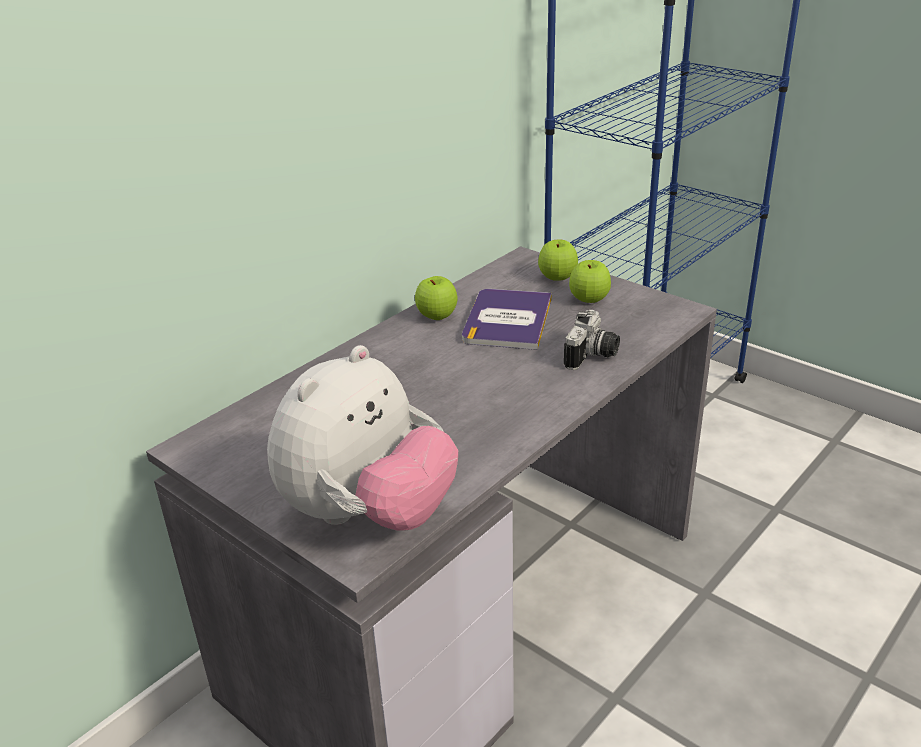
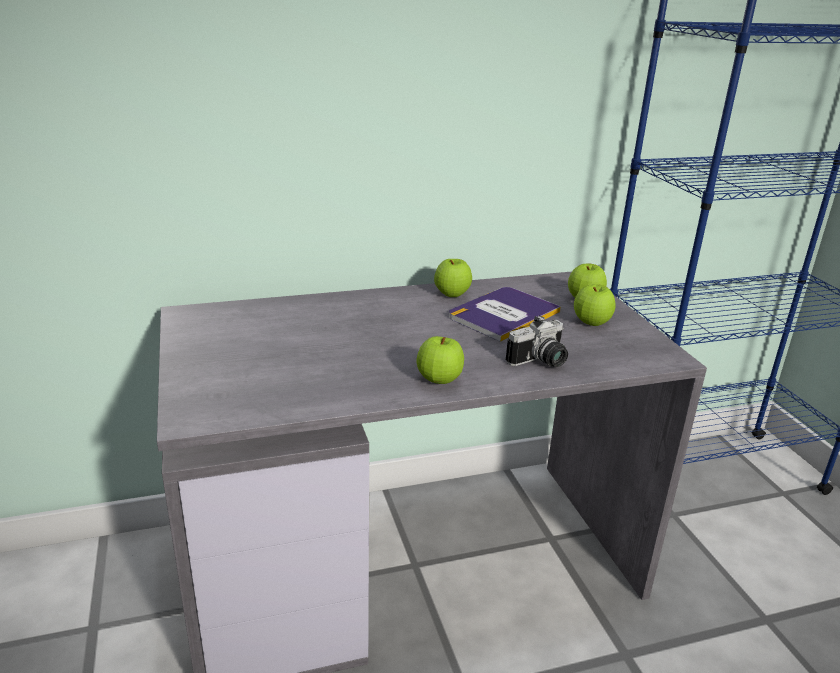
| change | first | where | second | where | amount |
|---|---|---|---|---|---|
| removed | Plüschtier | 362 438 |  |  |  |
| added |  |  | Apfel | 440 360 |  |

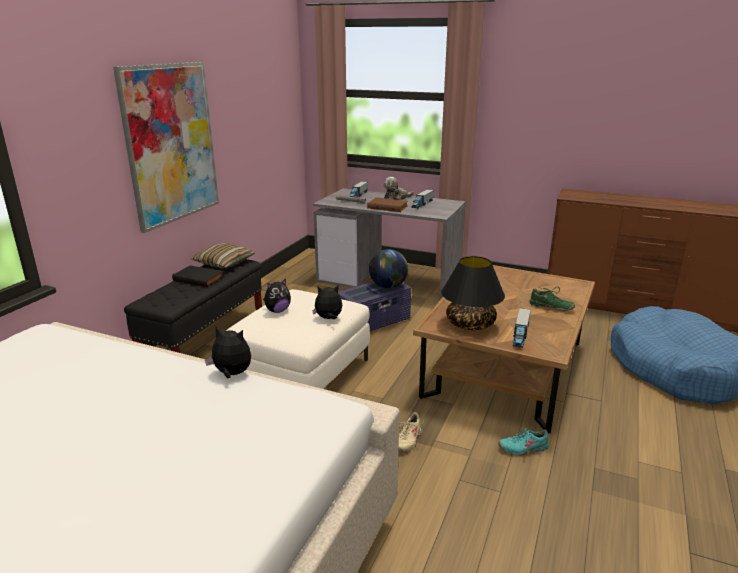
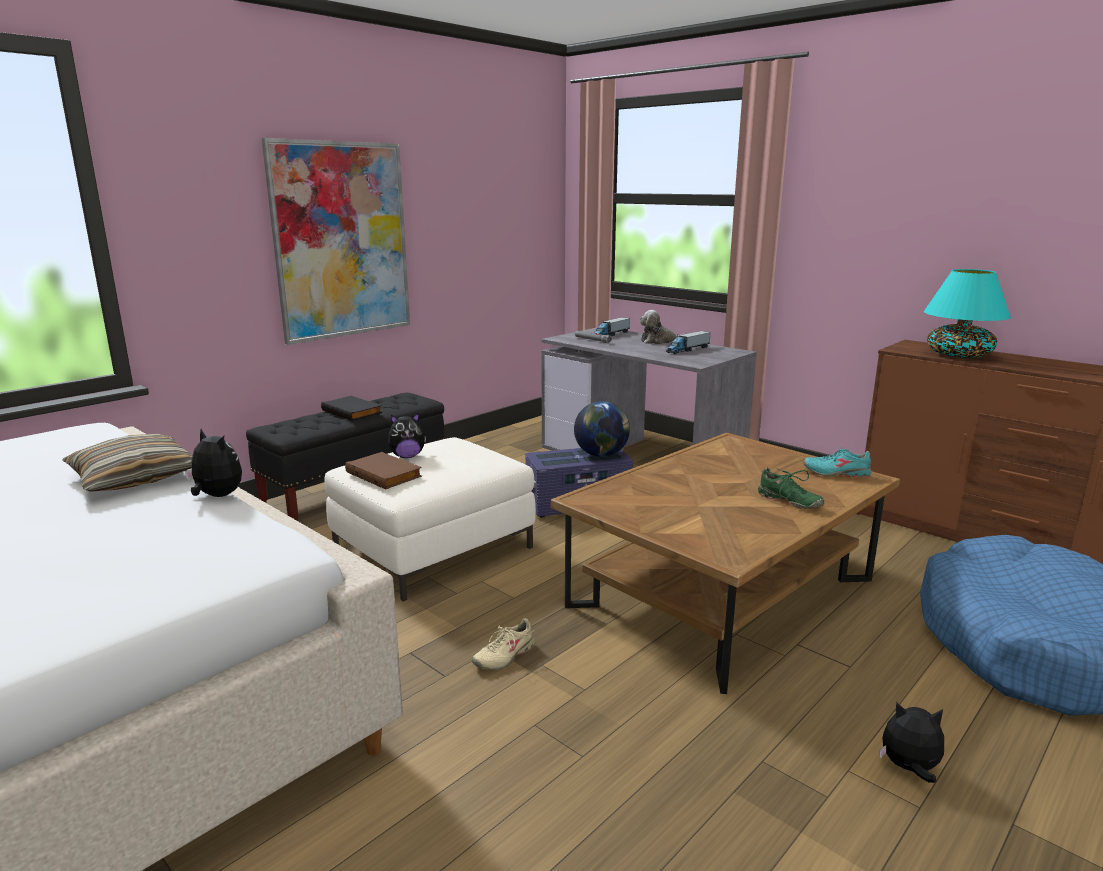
| change | first | where | second | where | amount |
|---|---|---|---|---|---|
| removed | Tischlampe [schwarz] | 473 293 |  |  |  |
| removed | Spielzeuglaster | 521 328 |  |  |  |
| added |  |  | Tischlampe [türkis] | 967 313 |  |
| moved | Kissen | 222 255 |  | 127 463 |  |
| moved | Plüschtier | 327 302 |  | 912 742 |  |
| moved | Buch [braun] | 387 205 |  | 383 470 |  |
| moved | Schuh [türkis] | 523 441 |  | 837 462 |  |

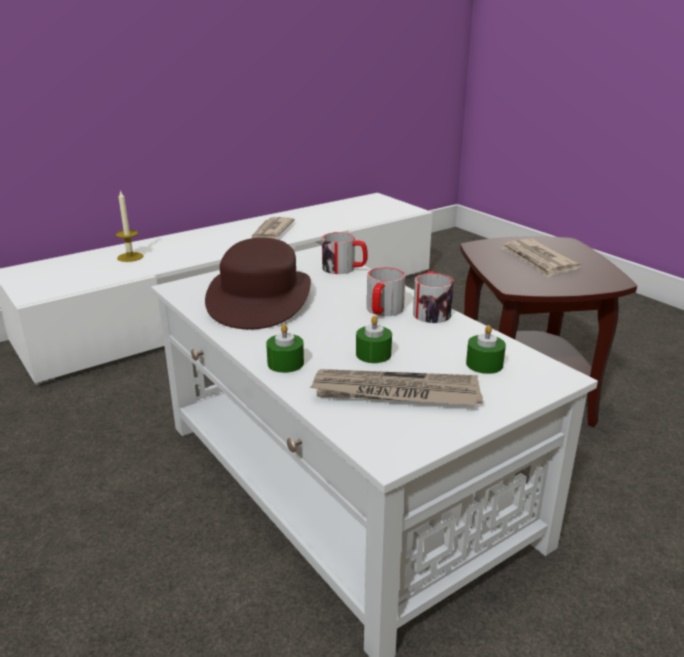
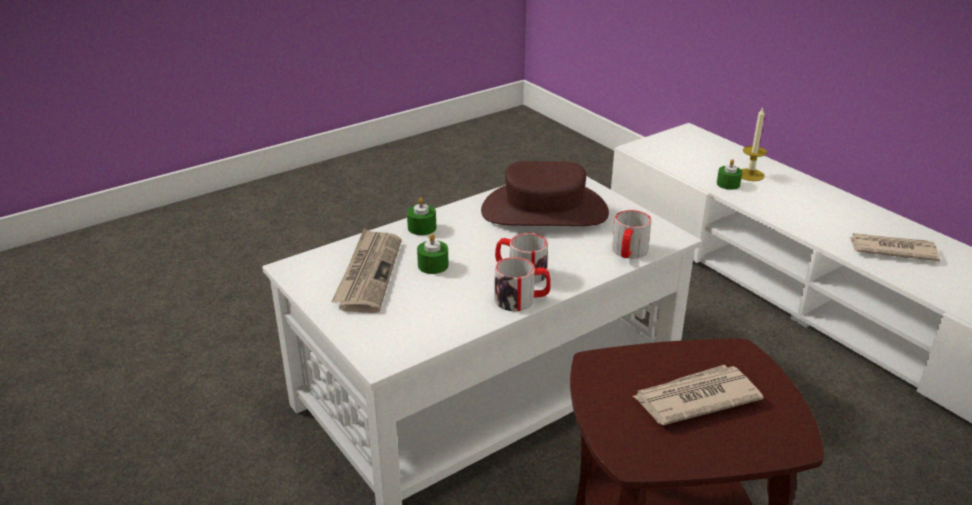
| change | first | where | second | where | amount |
|---|---|---|---|---|---|
| moved | Kerze [grün] | 486 349 |  | 729 174 |  |

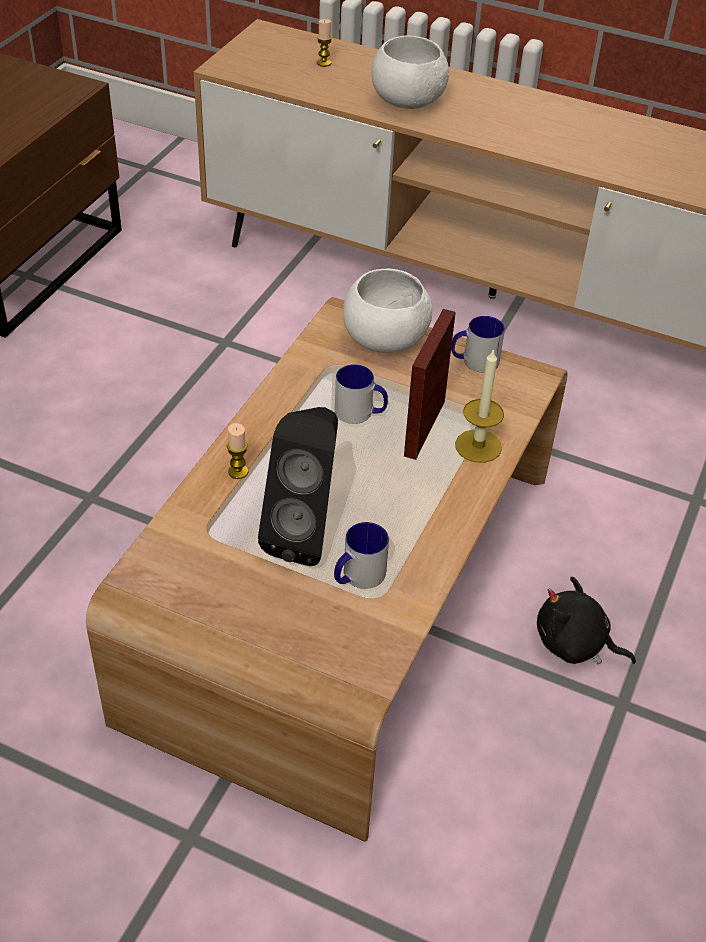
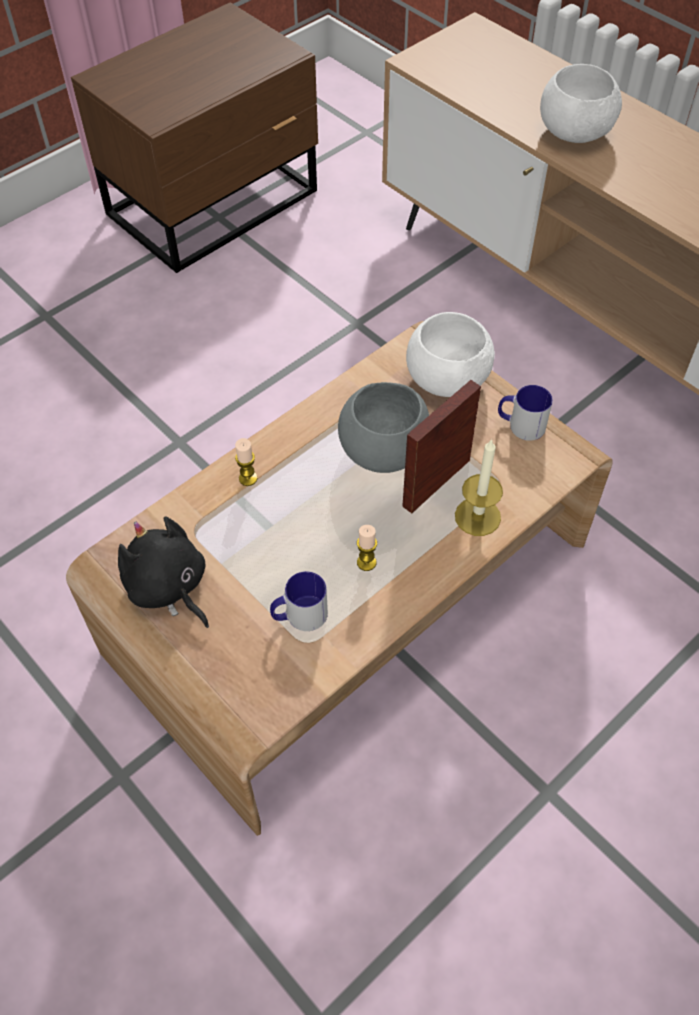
| change | first | where | second | where | amount |
|---|---|---|---|---|---|
| removed | Lautsprecher [schwarz] | 298 486 |  |  |  |
| moved | Kerze | 324 43 |  | 367 548 |  |
| moved | Plüschtier [schwarz] | 586 620 |  | 163 572 |  |
| replaced | Henkelbecher | 361 394 | Schüssel [grau] | 383 427 |  |

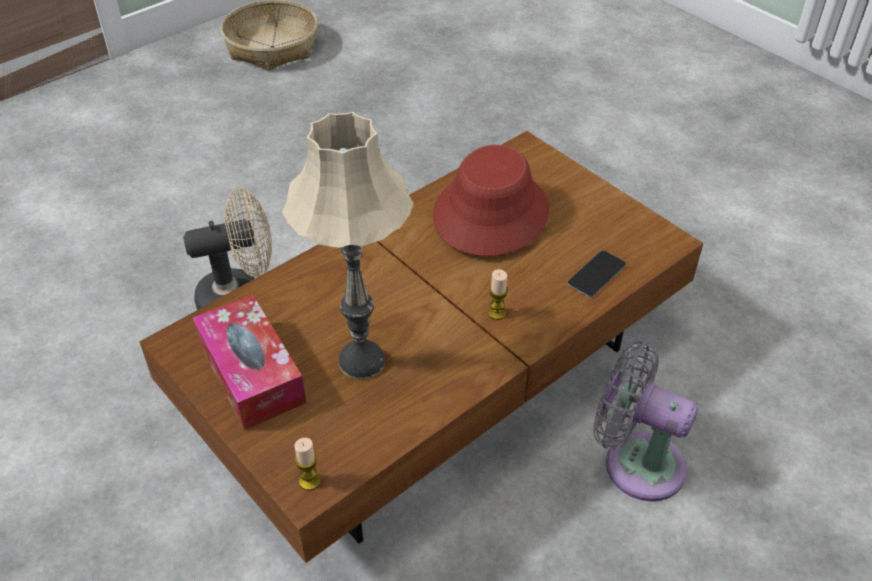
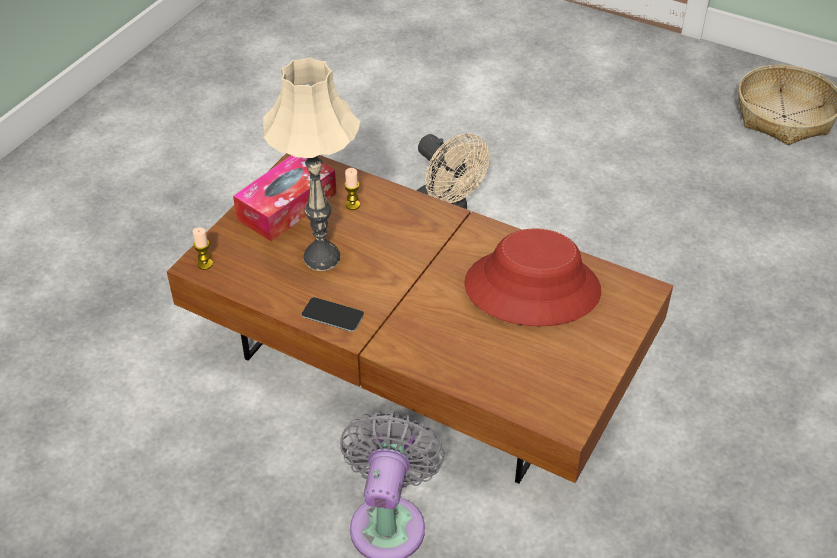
| change | first | where | second | where | amount |
|---|---|---|---|---|---|
| moved | Kerze | 498 294 |  | 352 189 |  |
| moved | Handy | 597 274 |  | 333 314 |  |

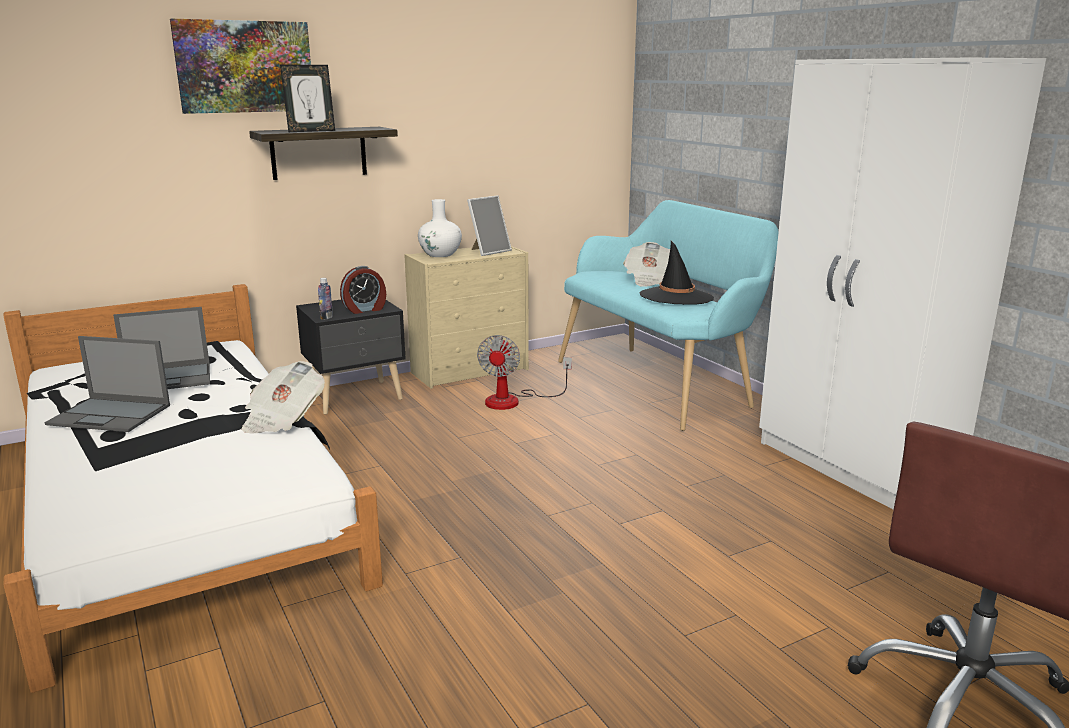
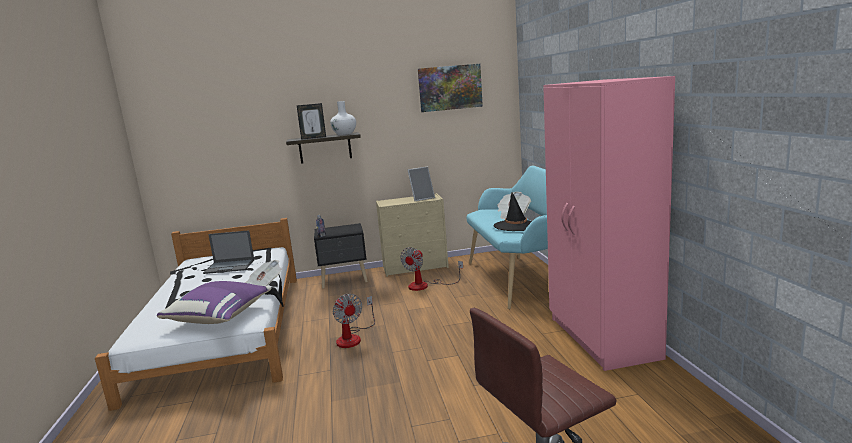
| change | first | where | second | where | amount |
|---|---|---|---|---|---|
| removed | Laptop | 107 384 |  |  |  |
| removed | Wecker | 363 290 |  |  |  |
| added |  |  | Kissen [lila] | 214 302 |  |
| added |  |  | Ventilator | 354 321 |  |
| moved | Bild | 240 66 |  | 450 88 |  |
| moved | Vase [weiß] | 440 228 |  | 343 118 |  |
| recoloured | Kleiderschrank [weiß] | 902 283 | Kleiderschrank [rosa] | 609 223 |  |

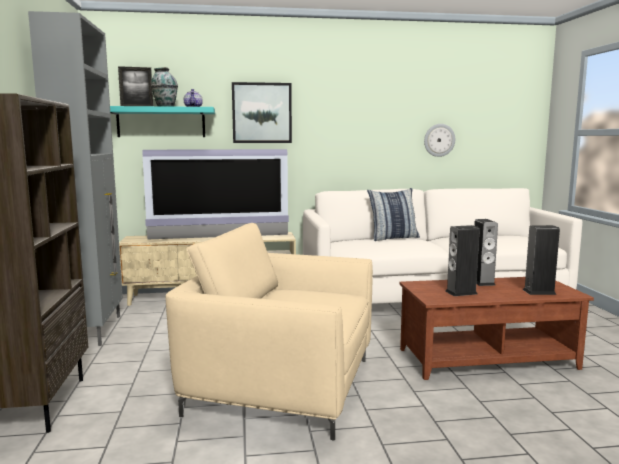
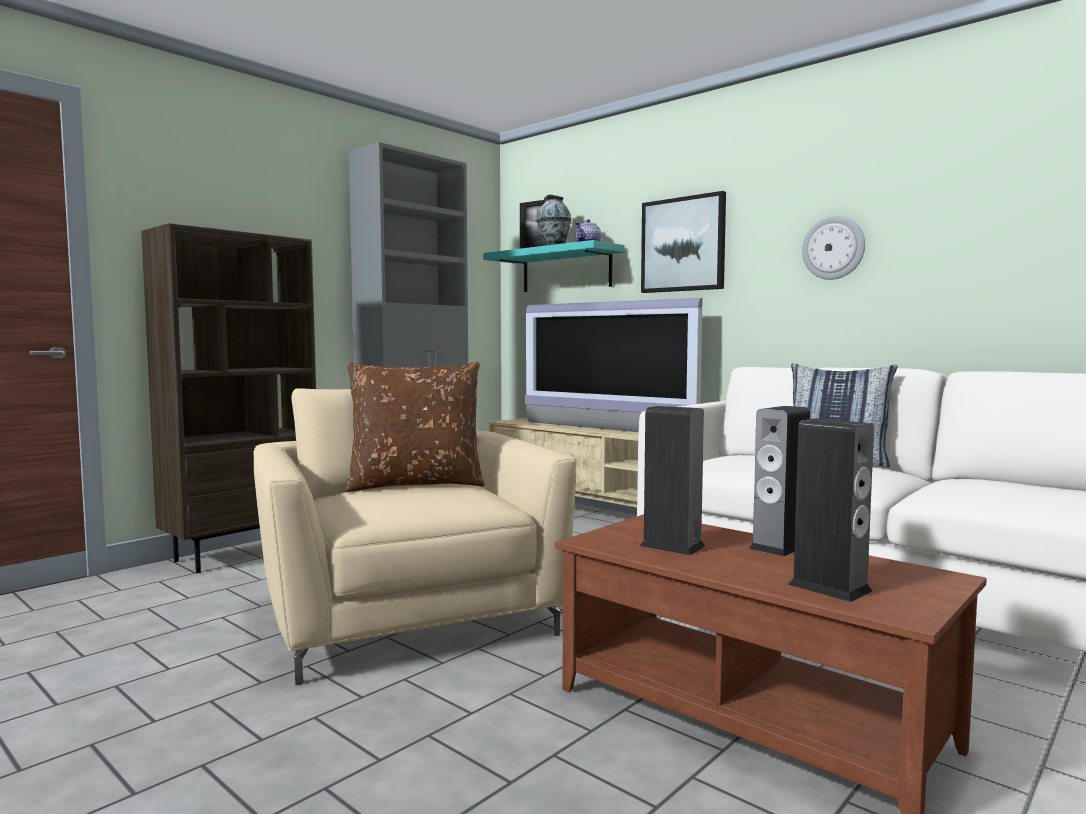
| change | first | where | second | where | amount |
|---|---|---|---|---|---|
| added |  |  | Kissen [braun] | 415 427 |  |
| moved | Wanduhr | 439 140 |  | 833 248 |  |

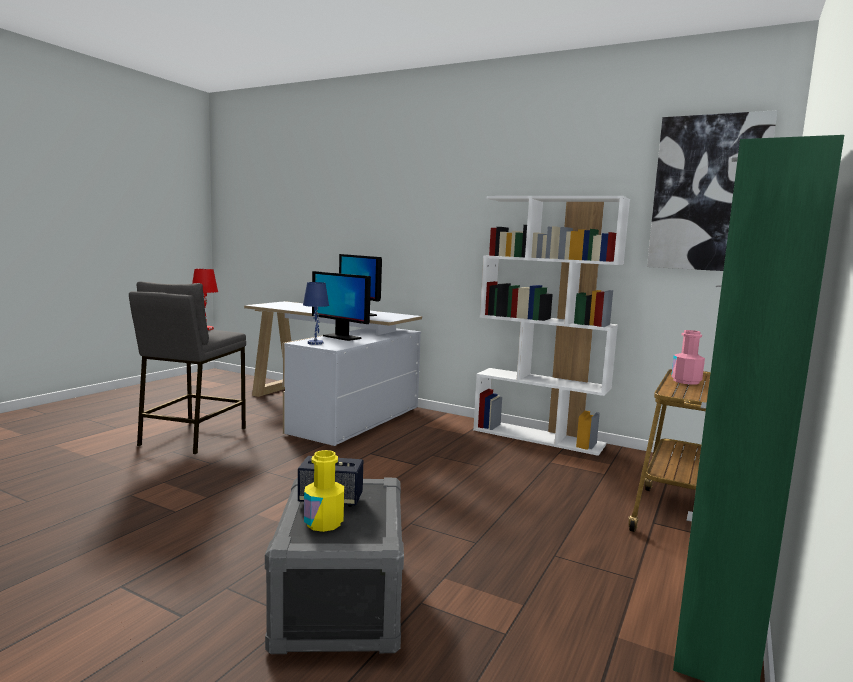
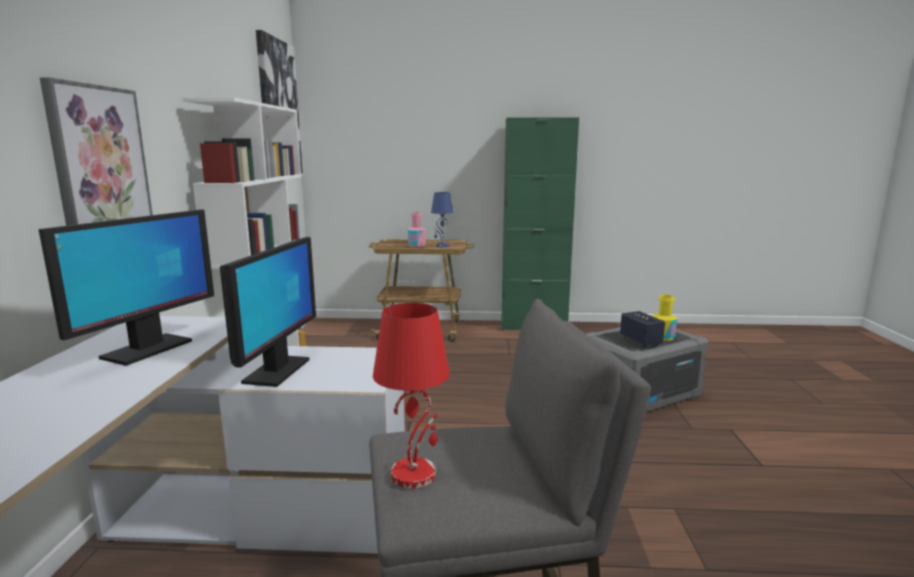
| change | first | where | second | where | amount |
|---|---|---|---|---|---|
| added |  |  | Bild | 96 151 |  |
| moved | Tischlampe [blau] | 316 313 |  | 442 219 |  |

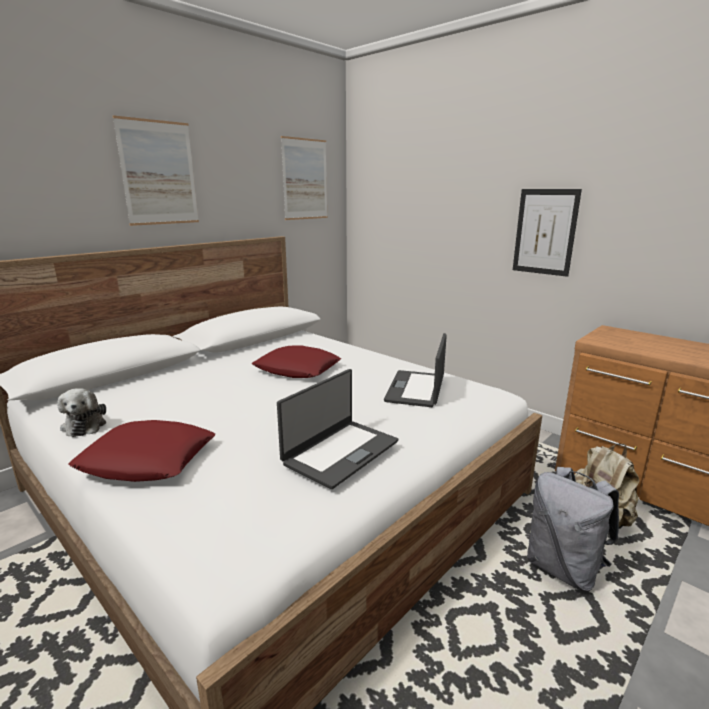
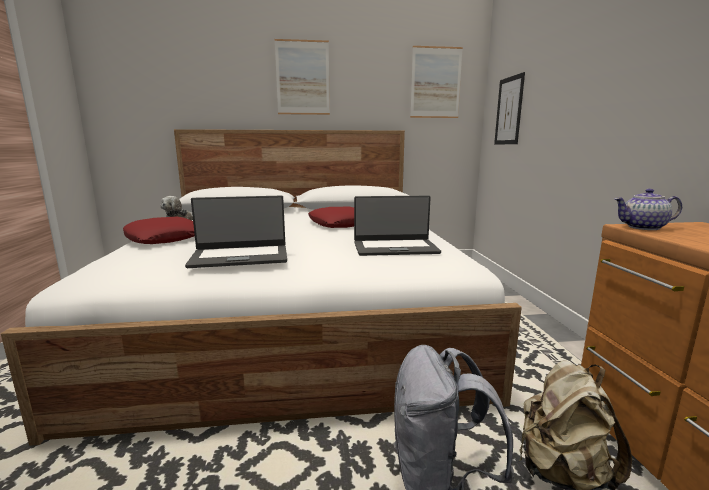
| change | first | where | second | where | amount |
|---|---|---|---|---|---|
| added |  |  | Teekanne | 648 209 |  |
| moved | Bild | 547 233 |  | 509 108 |  |
| turned | Laptop | 415 370 |  | 397 226 | 150 degrees counterclockwise |

